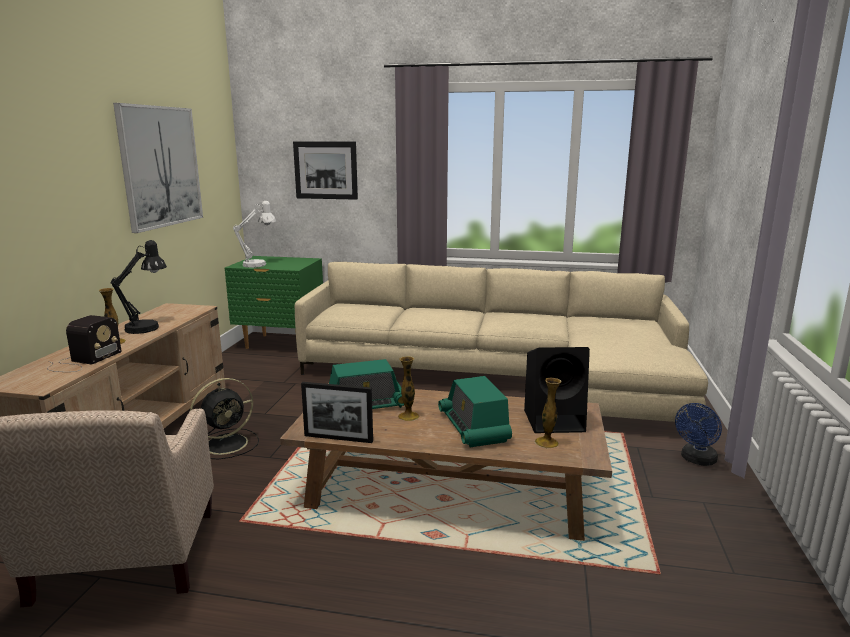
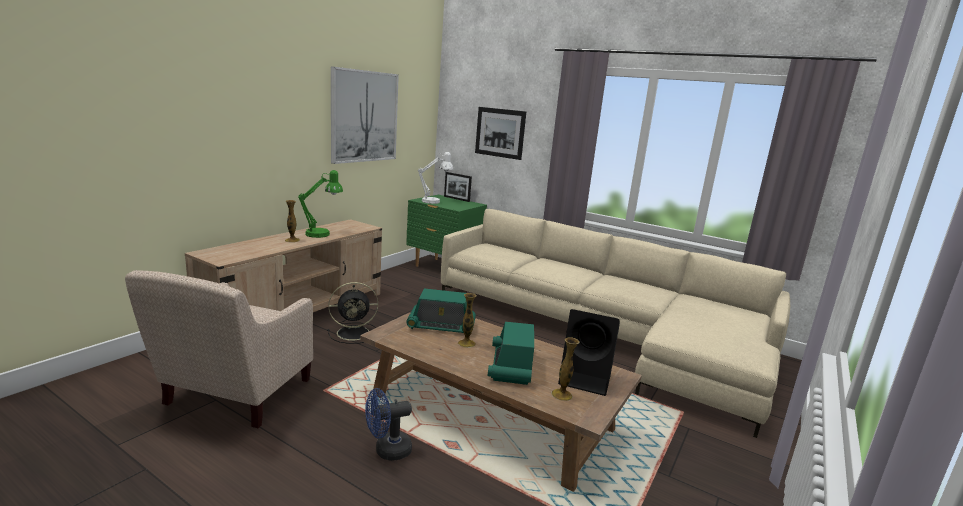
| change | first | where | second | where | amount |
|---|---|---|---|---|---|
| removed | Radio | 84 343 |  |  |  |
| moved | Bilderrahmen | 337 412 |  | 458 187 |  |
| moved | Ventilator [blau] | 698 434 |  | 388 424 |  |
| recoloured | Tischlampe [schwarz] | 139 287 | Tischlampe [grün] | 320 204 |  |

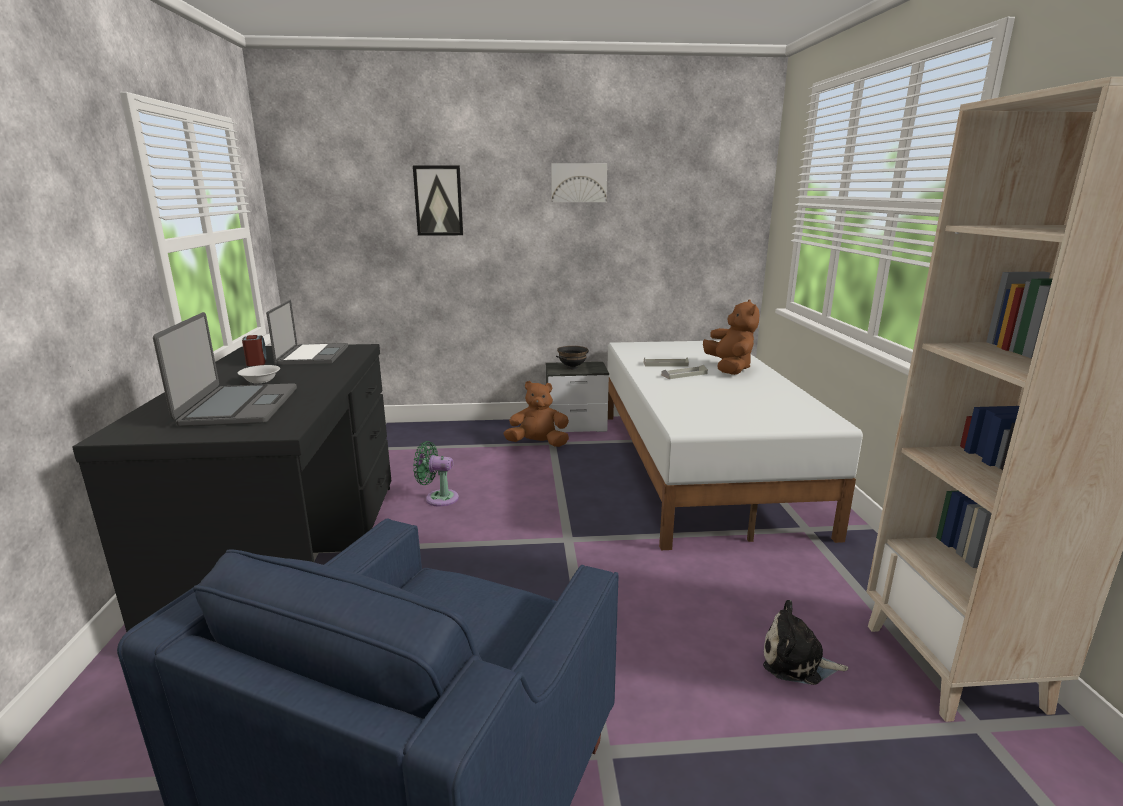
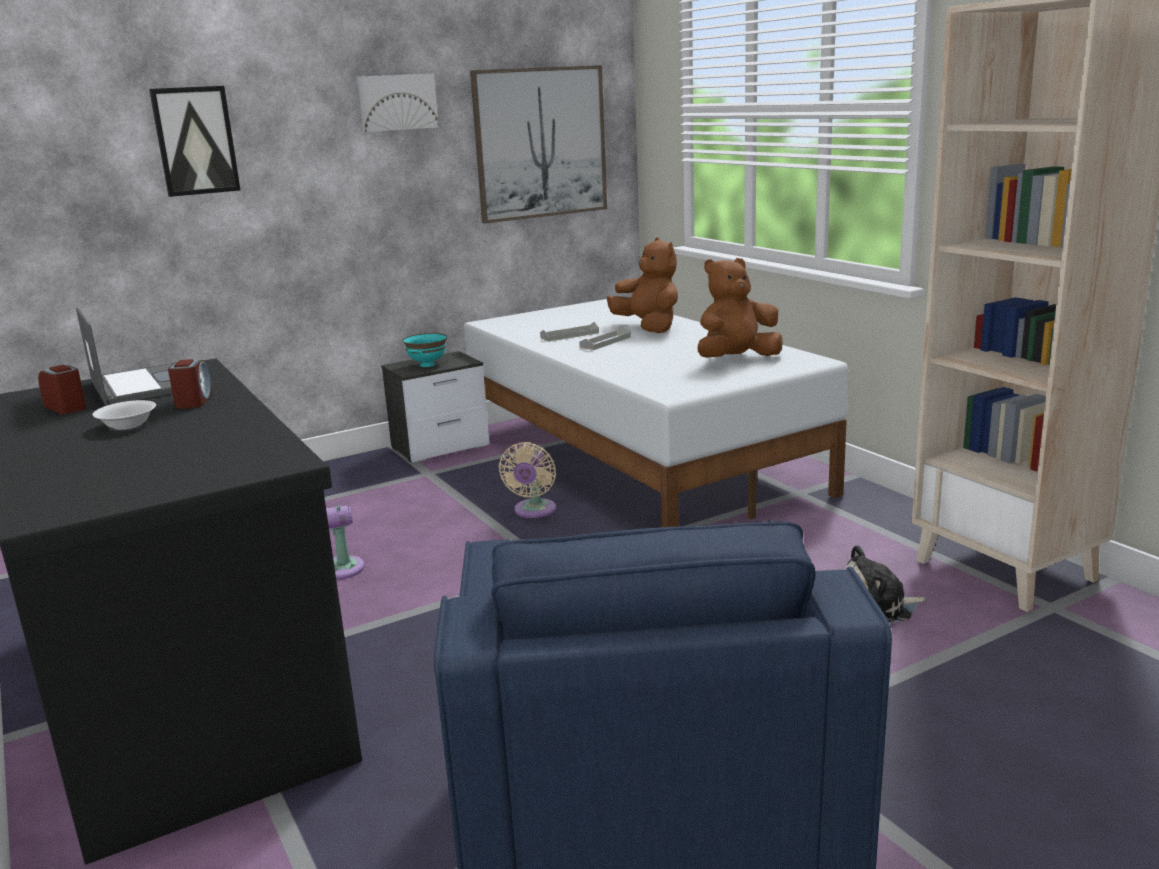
| change | first | where | second | where | amount |
|---|---|---|---|---|---|
| removed | Laptop | 225 369 |  |  |  |
| added |  |  | Wecker | 190 384 |  |
| added |  |  | Bild | 538 144 |  |
| added |  |  | Ventilator [beige] | 527 480 |  |
| moved | Plüschtier [braun] | 536 414 |  | 740 308 |  |
| recoloured | Schüssel [schwarz] | 572 358 | Schüssel [türkis] | 425 350 |  |

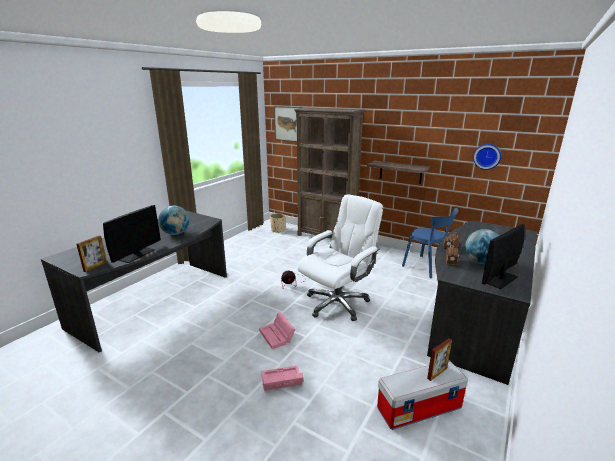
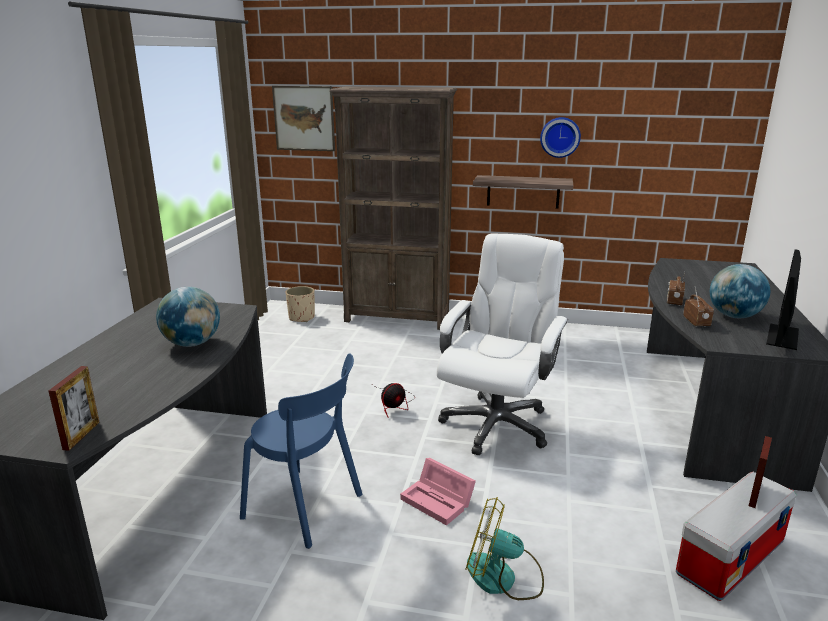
| change | first | where | second | where | amount |
|---|---|---|---|---|---|
| removed | Monitor | 132 234 |  |  |  |
| moved | Stuhl [blau] | 430 243 |  | 301 451 |  |
| moved | Wanduhr | 487 157 |  | 560 137 |  |
| replaced | Aufbewahrungsbox [rosa] | 282 378 | Ventilator | 504 548 |  |

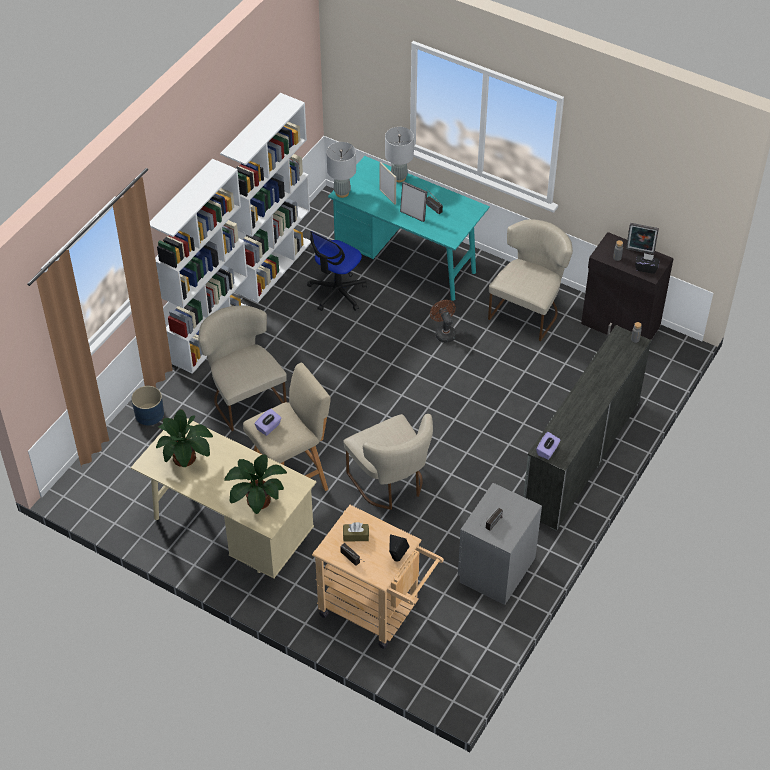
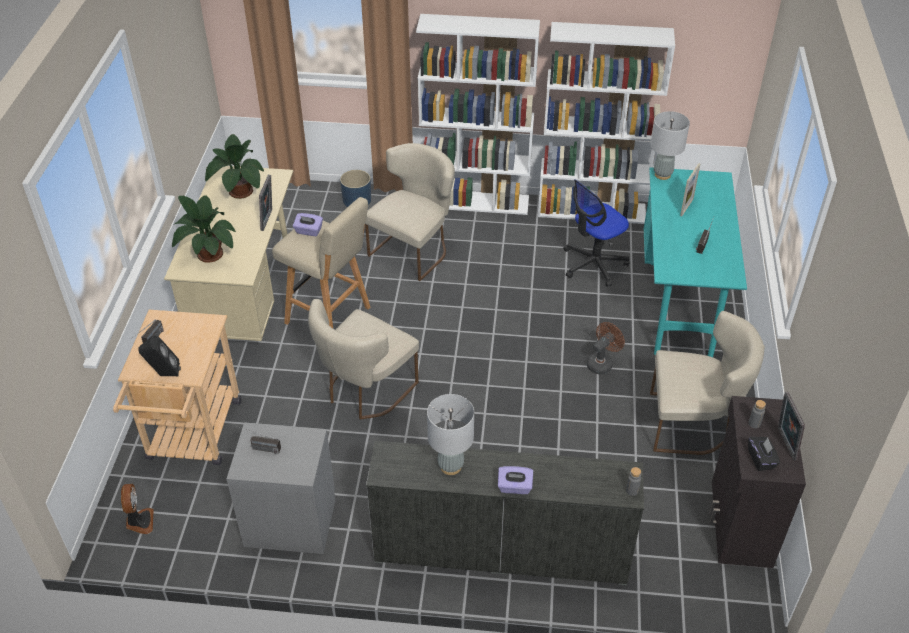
| change | first | where | second | where | amount |
|---|---|---|---|---|---|
| removed | Taschentuchbox [braun] | 356 532 |  |  |  |
| added |  |  | Ventilator | 137 509 |  |
| moved | Tischlampe [grau] | 399 154 |  | 450 434 |  |
| moved | Bilderrahmen | 413 201 |  | 265 203 |  |
| moved | Taschentuchbox [lila] | 548 446 |  | 515 480 |  |
| turned | Bürostuhl | 337 271 |  | 596 233 | 45 degrees counterclockwise |

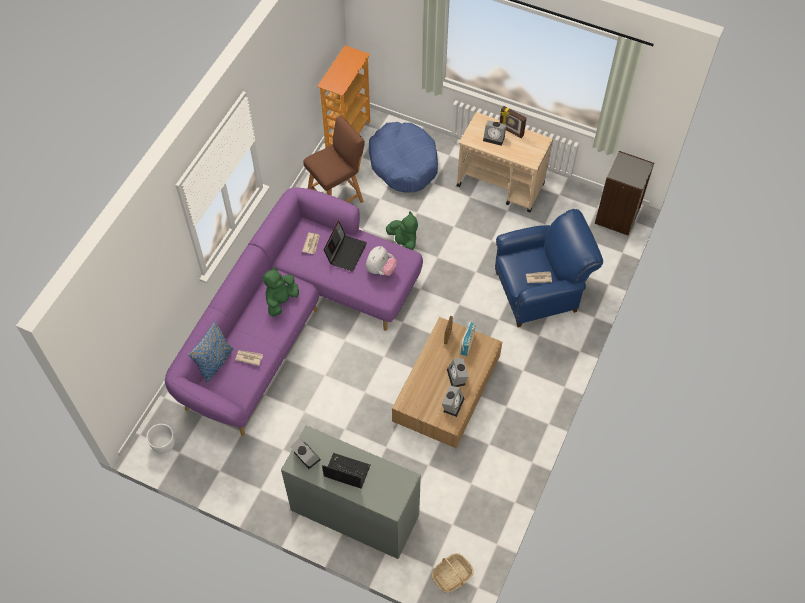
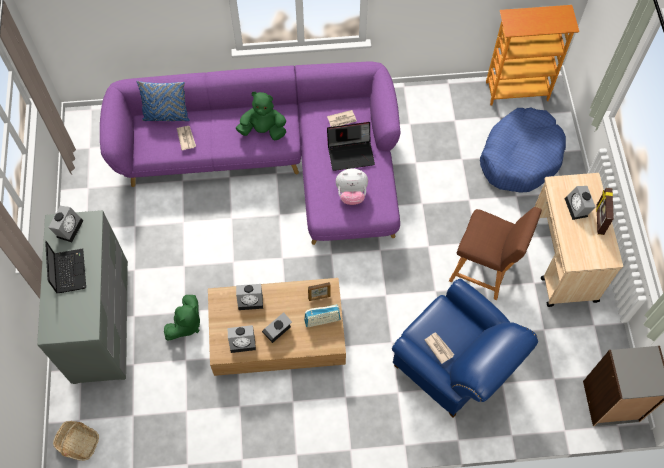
| change | first | where | second | where | amount |
|---|---|---|---|---|---|
| removed | Pflanzkübel [weiß] | 160 439 |  |  |  |
| added |  |  | Wecker | 249 297 |  |
| moved | Hocker [braun] | 334 159 |  | 495 253 |  |
| moved | Plüschtier [grün] | 402 230 |  | 182 318 |  |

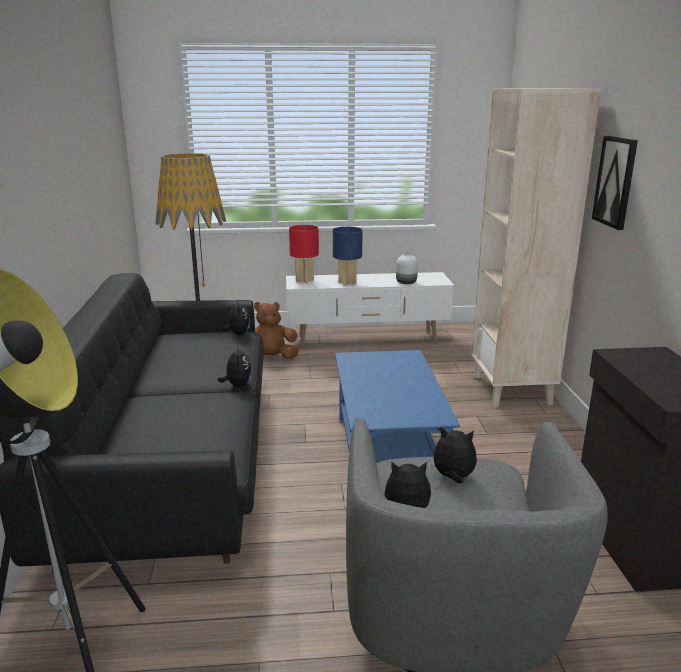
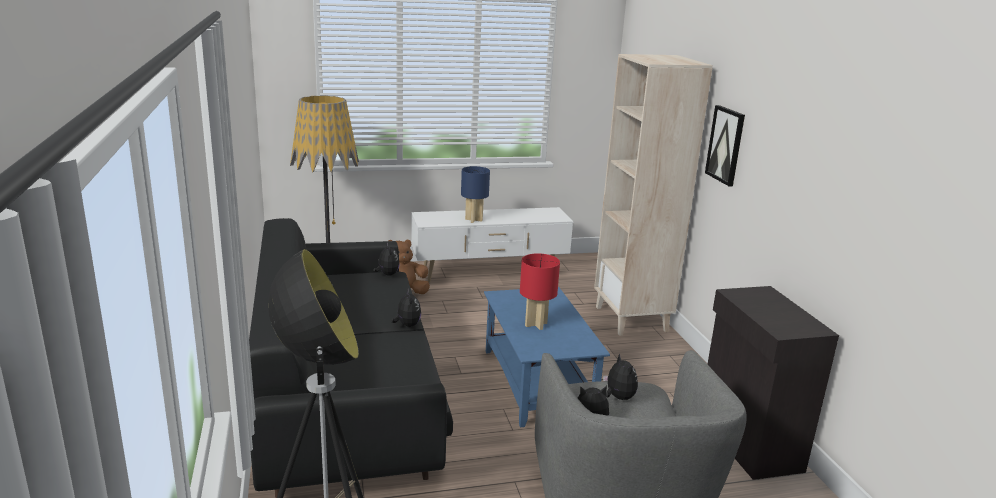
| change | first | where | second | where | amount |
|---|---|---|---|---|---|
| removed | Vase [weiß] | 407 268 |  |  |  |
| moved | Tischlampe [rot] | 304 254 |  | 540 291 |  |
| turned | Plüschtier | 452 454 |  | 620 376 | 60 degrees clockwise |

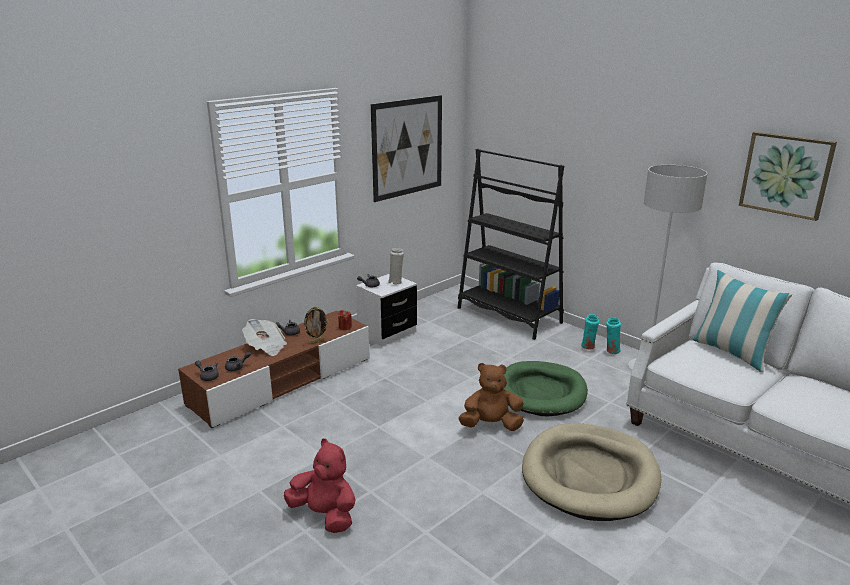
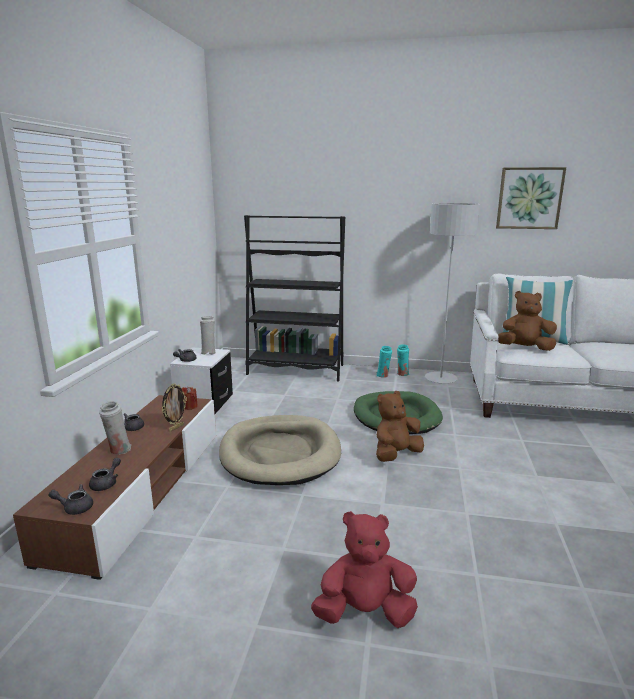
| change | first | where | second | where | amount |
|---|---|---|---|---|---|
| removed | Bild | 406 148 |  |  |  |
| added |  |  | Plüschtier [braun] | 527 321 |  |
| moved | Hundebett [beige] | 591 472 |  | 280 450 |  |
| replaced | Zeitung | 264 337 | Vase [weiß] | 115 428 |  |

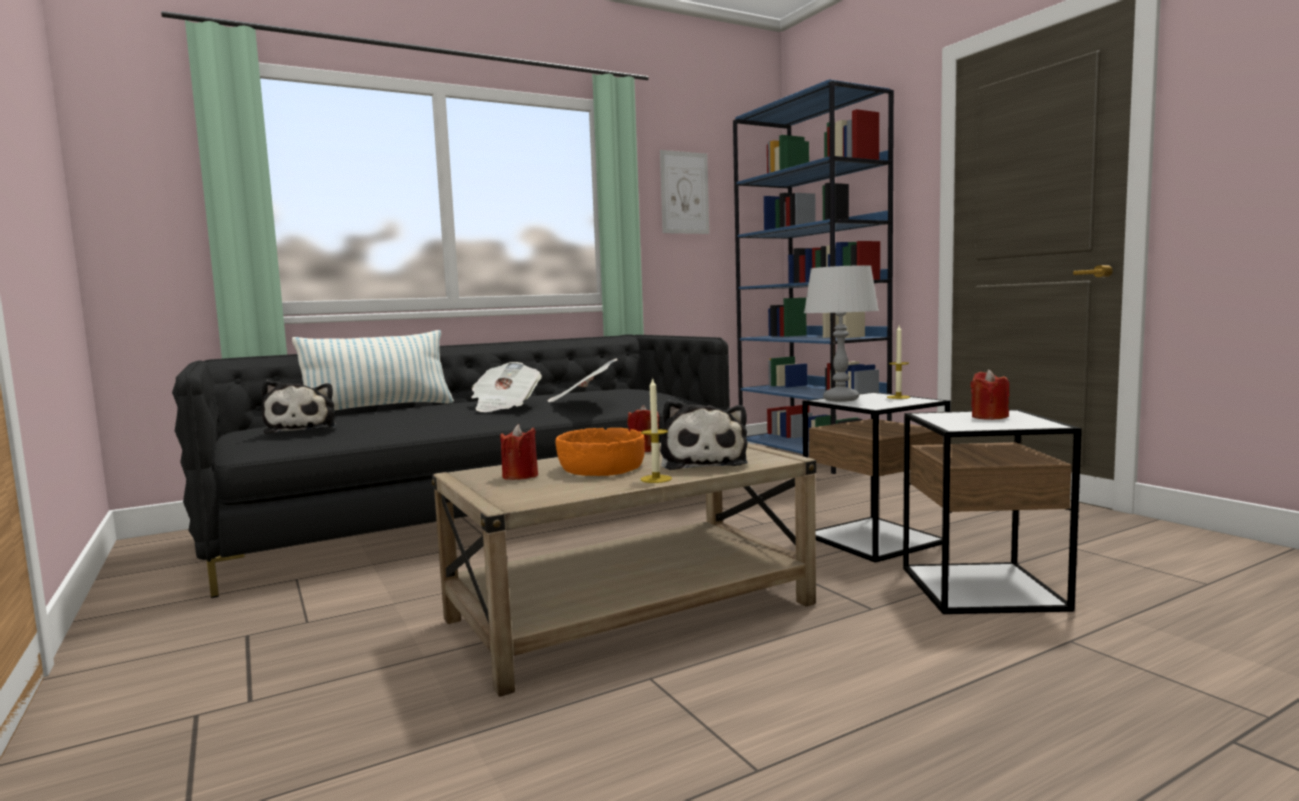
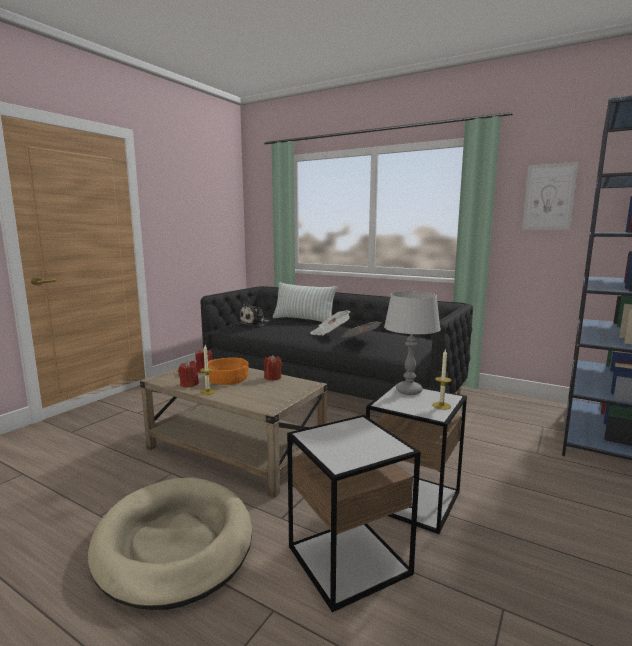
| change | first | where | second | where | amount |
|---|---|---|---|---|---|
| removed | Plüschtier | 704 435 |  |  |  |
| added |  |  | Hundebett [beige] | 170 543 |  |
| moved | Kerze [rot] | 990 395 |  | 188 374 |  |

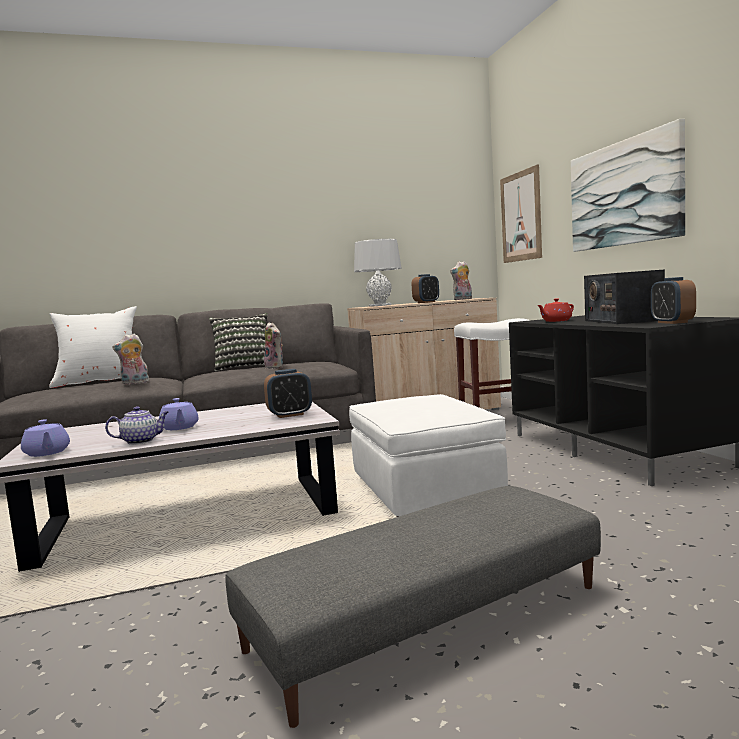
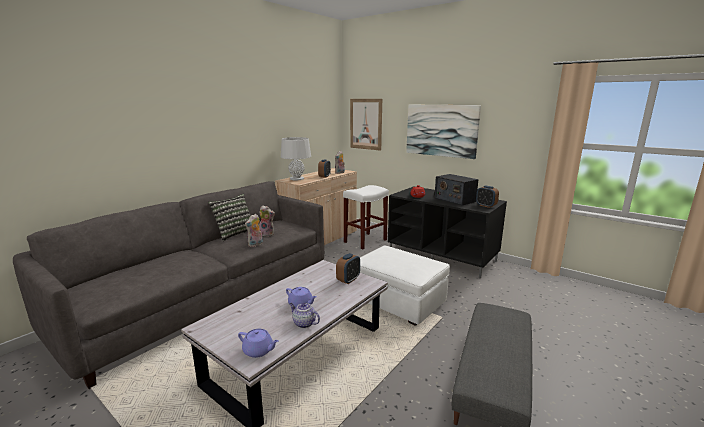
| change | first | where | second | where | amount |
|---|---|---|---|---|---|
| removed | Kissen [weiß] | 93 347 |  |  |  |
| moved | Plüschtier | 131 359 |  | 254 230 |  |
| turned | Teekanne | 137 425 |  | 304 315 | 90 degrees counterclockwise |

